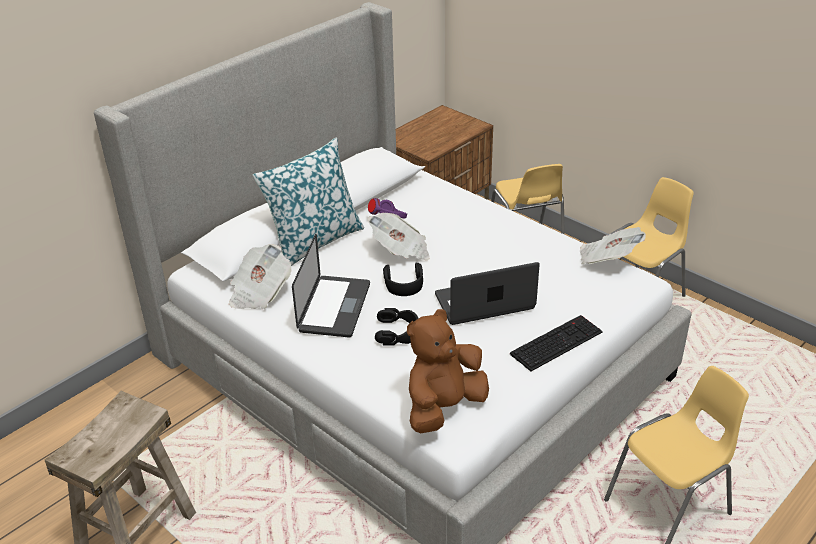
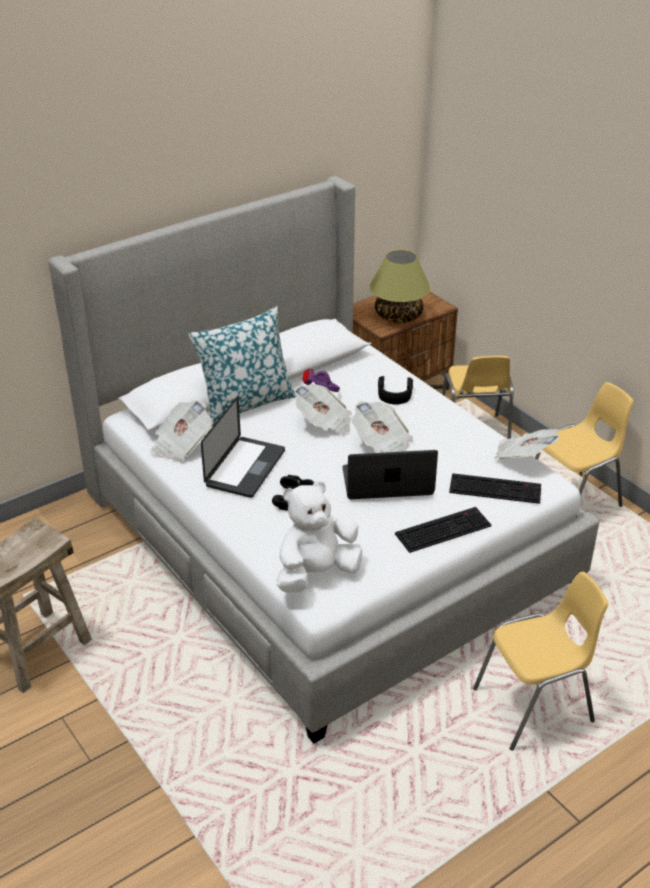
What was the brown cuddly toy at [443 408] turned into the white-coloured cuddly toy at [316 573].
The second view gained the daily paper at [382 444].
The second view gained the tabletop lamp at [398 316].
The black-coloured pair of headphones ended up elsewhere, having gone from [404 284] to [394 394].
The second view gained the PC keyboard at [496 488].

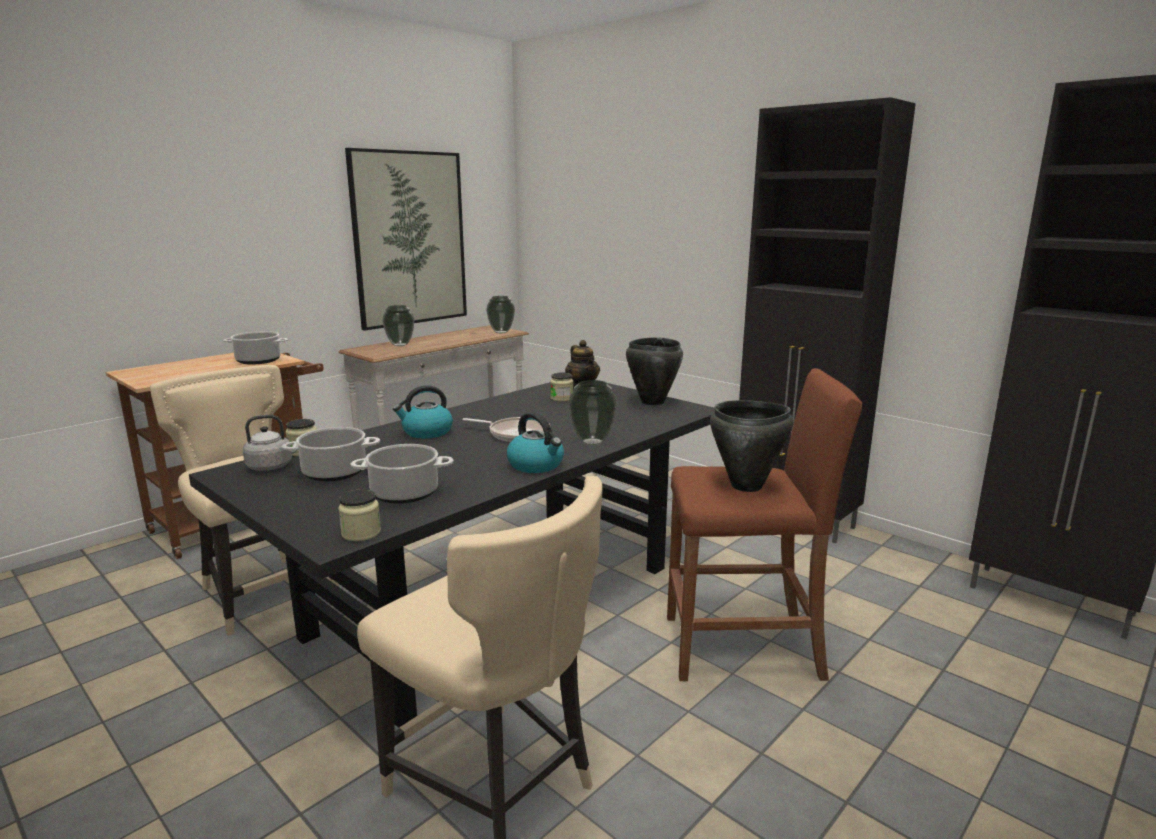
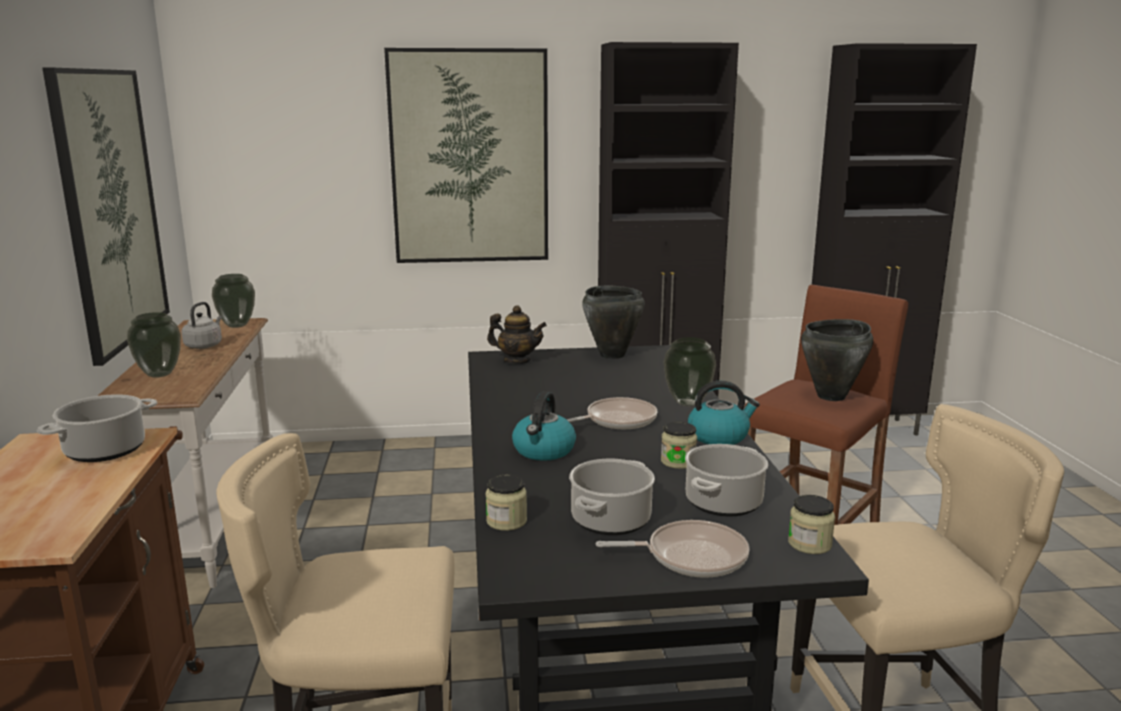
The gray kettle ended up elsewhere, having gone from [272 466] to [204 345].
The second view gained the picture at [469 158].
The second view gained the pan at [690 556].
The storage jar ended up elsewhere, having gone from [561 398] to [678 462].

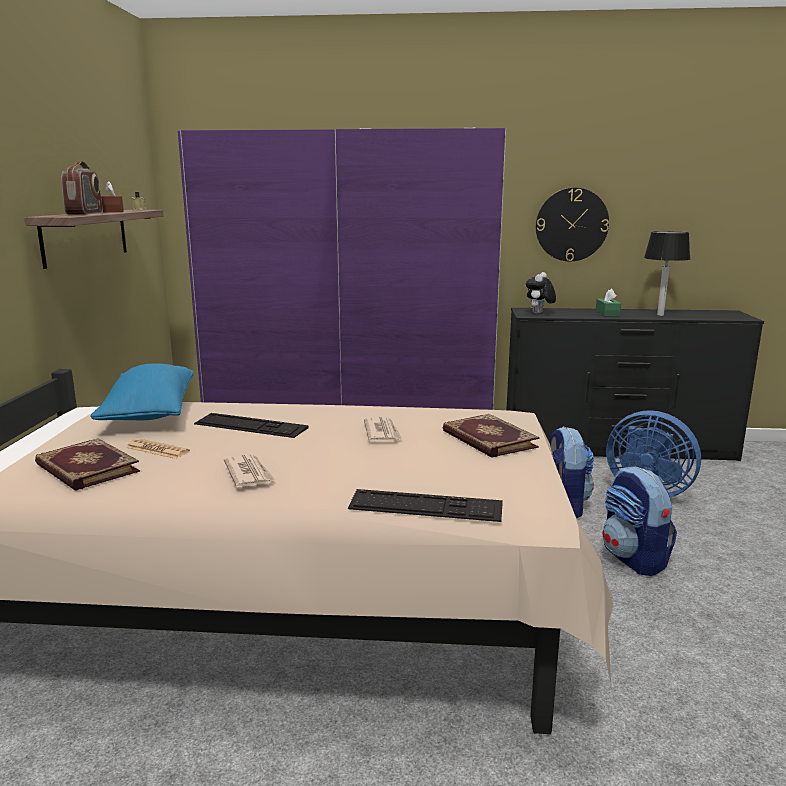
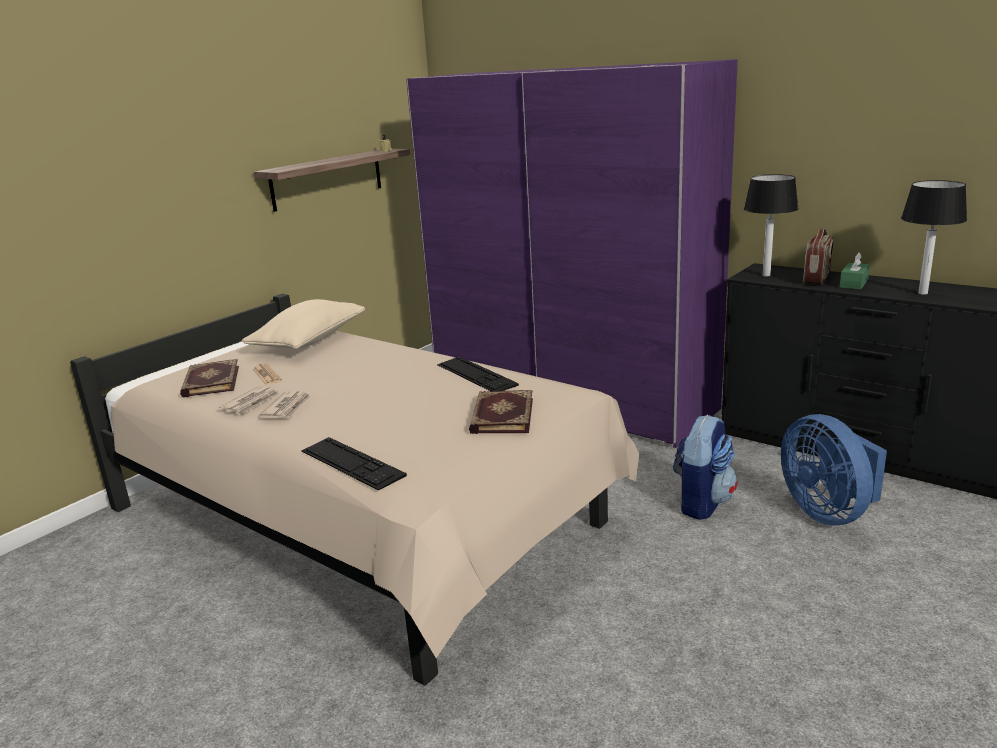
The daily paper ended up elsewhere, having gone from [382 432] to [252 403].
What was the blue cushion at [150 413] turned into the sand-coloured cushion at [309 341].
The PC keyboard ended up elsewhere, having gone from [250 426] to [476 375].
Where the cuddly toy stood at [539 313], the tabletop lamp came to stand at [766 275].
The radio ended up elsewhere, having gone from [85 213] to [817 278].
The second view lost the brown tissue holder at [113 211].
The second view lost the clock on the wall at [571 224].
The second view lost the knapsack at [634 559].

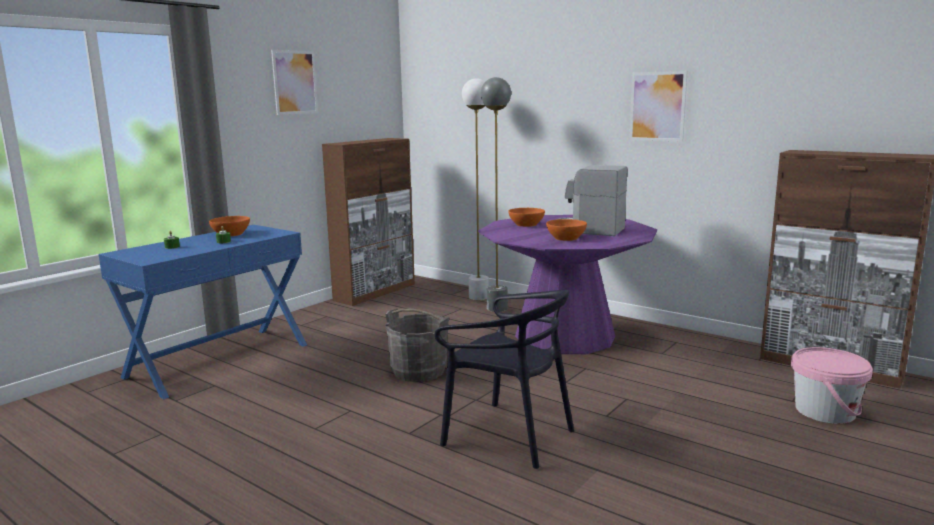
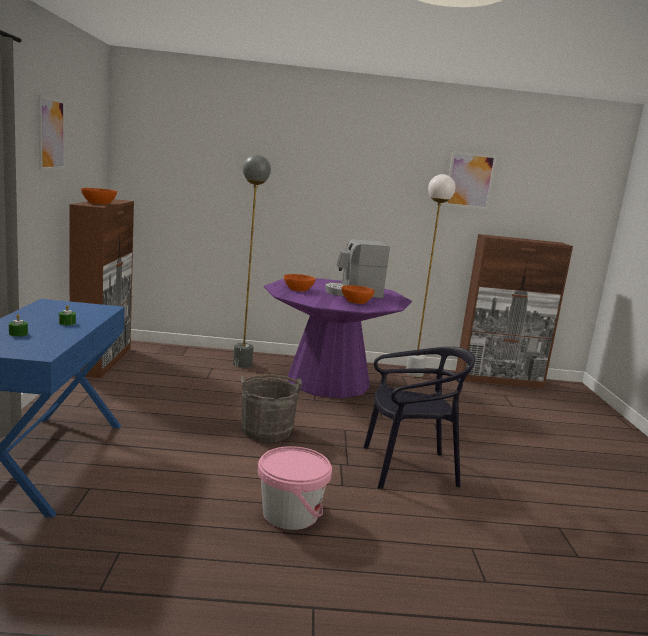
The orange-coloured serving bowl ended up elsewhere, having gone from [231 234] to [99 203].
The pink pail ended up elsewhere, having gone from [825 411] to [290 514].
The white-coloured standing lamp ended up elsewhere, having gone from [478 297] to [414 373].
The picture ended up elsewhere, having gone from [657 106] to [470 180].

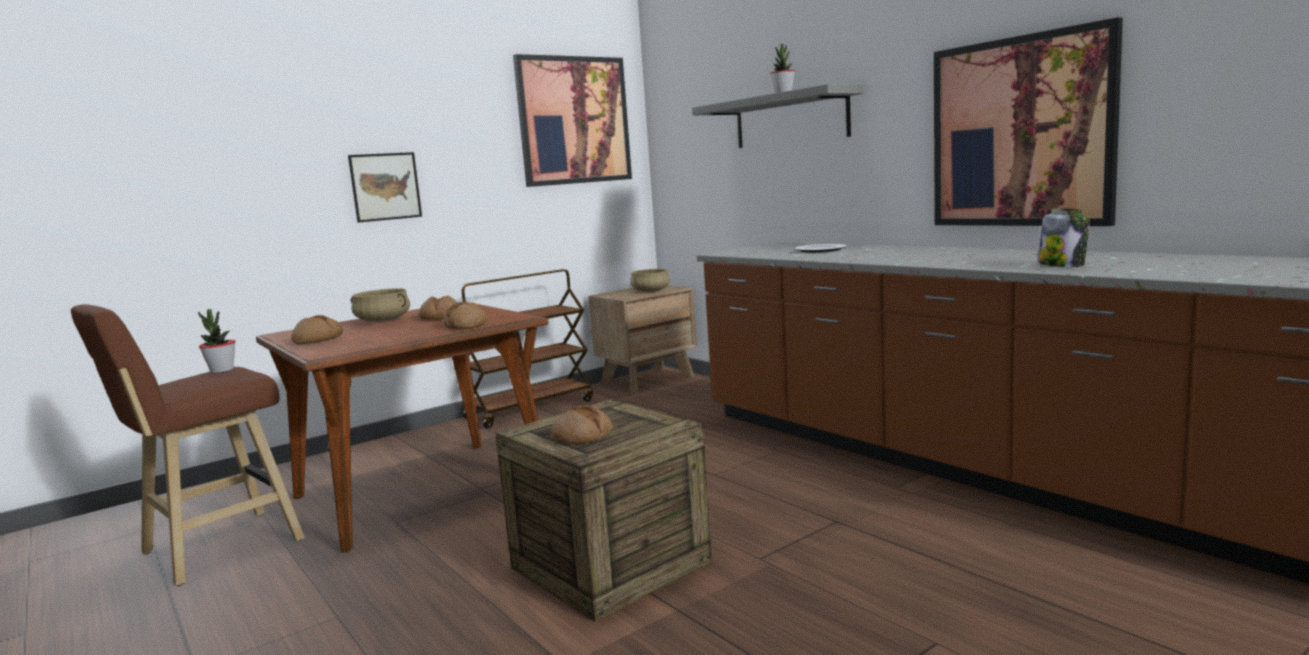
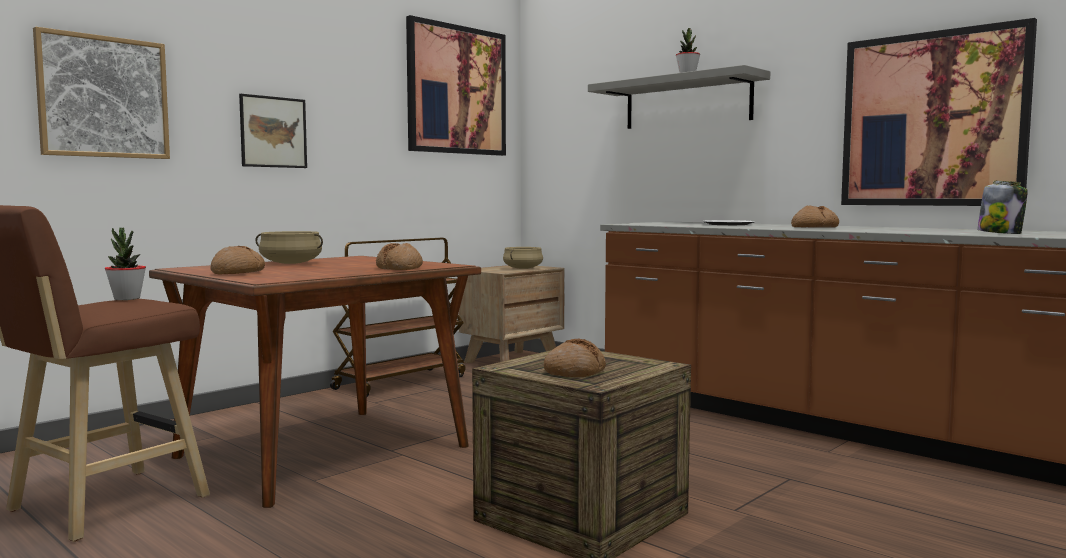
The second view gained the picture at [103 97].
The baked bread ended up elsewhere, having gone from [441 318] to [814 227].

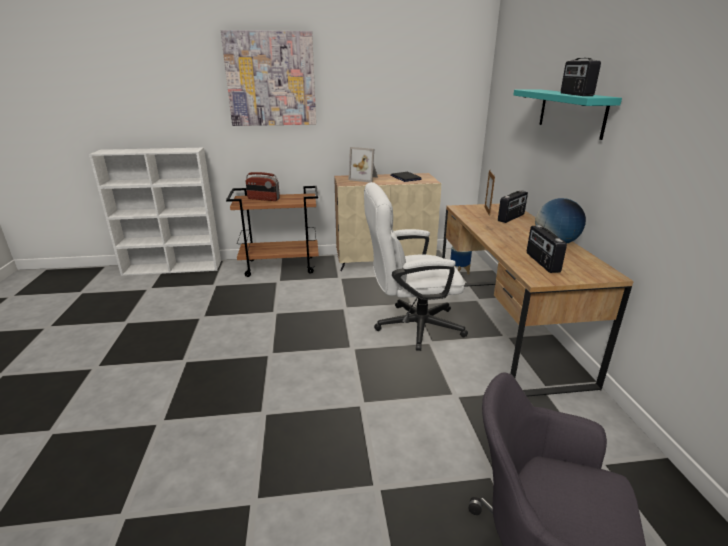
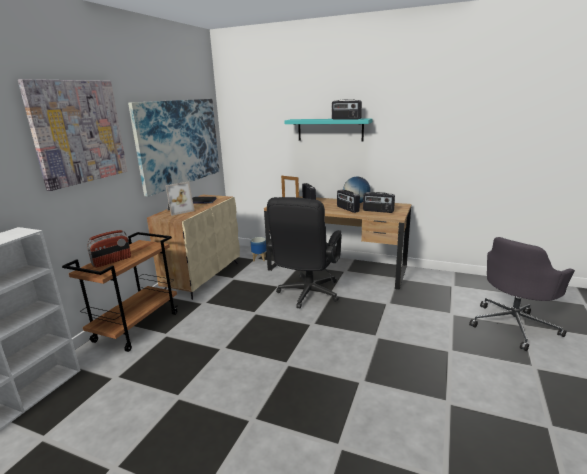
The second view gained the picture at [179 142].
What was the white-coloured computer chair at [410 326] turned into the black-coloured computer chair at [307 295].
The second view gained the radio at [347 209].

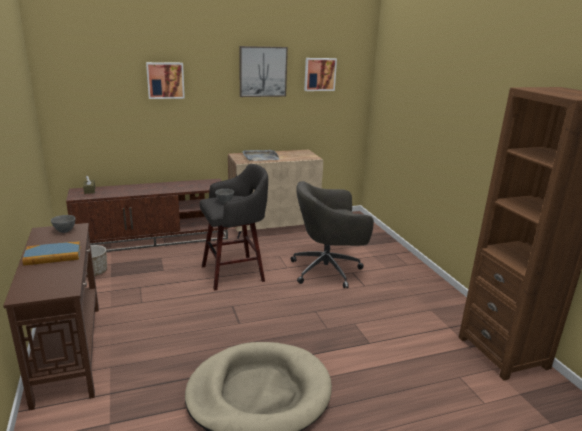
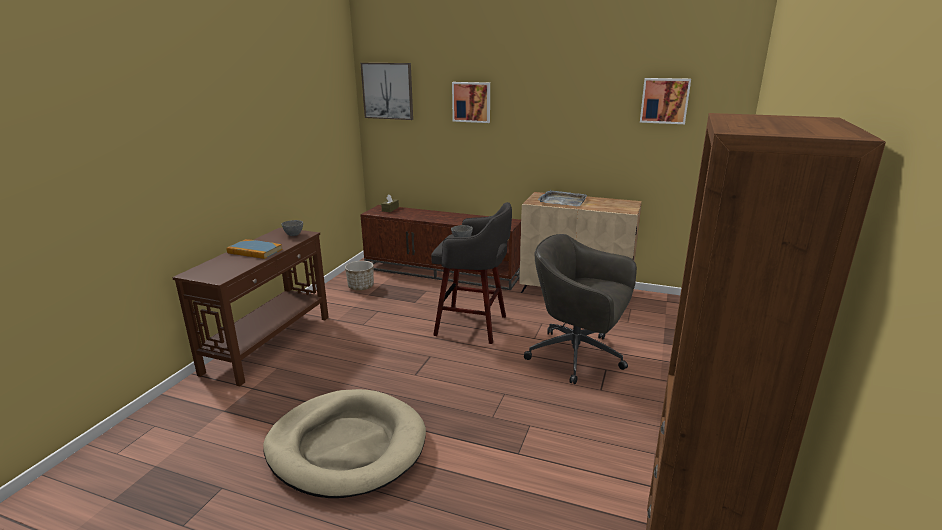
The picture ended up elsewhere, having gone from [263 71] to [388 91].

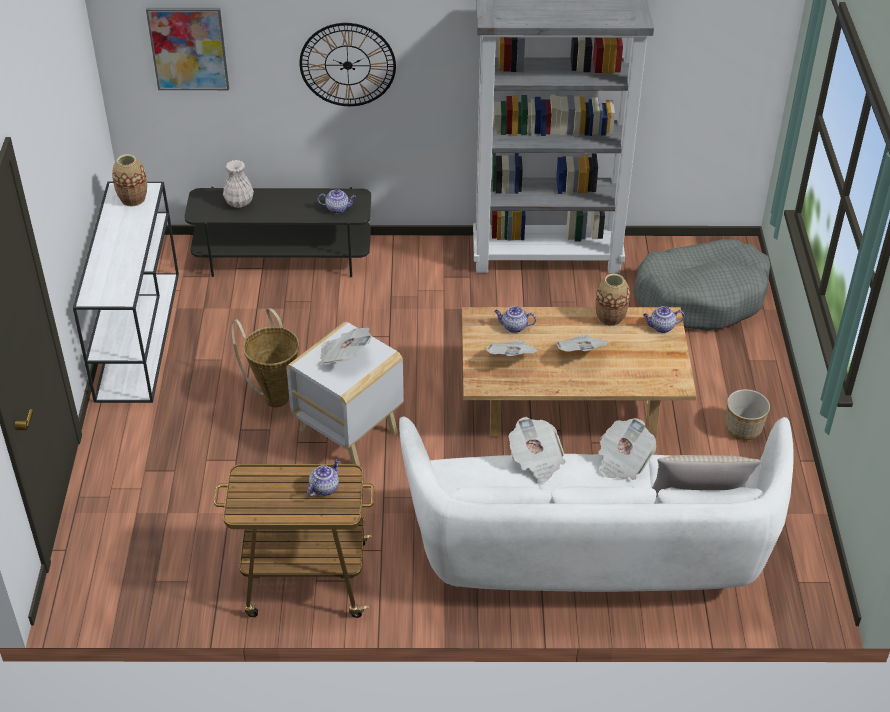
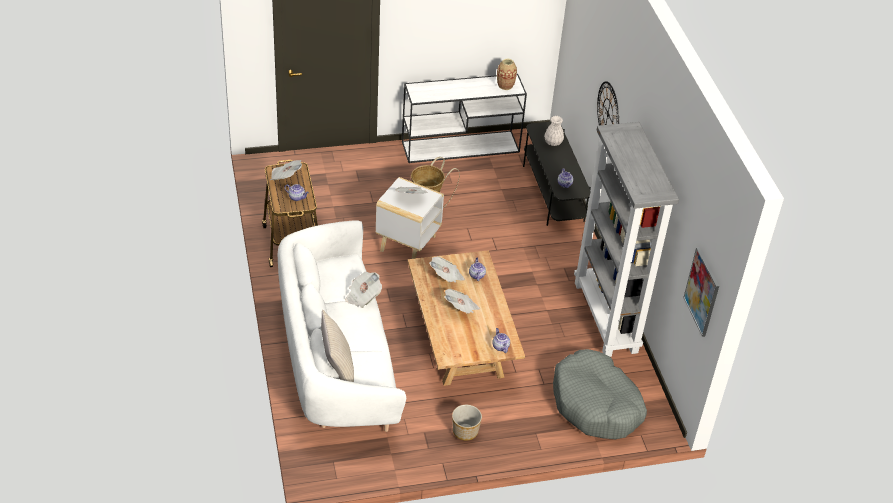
The daily paper ended up elsewhere, having gone from [623 461] to [285 177].
The picture ended up elsewhere, having gone from [188 48] to [702 291].
The second view lost the flower vase at [610 317].

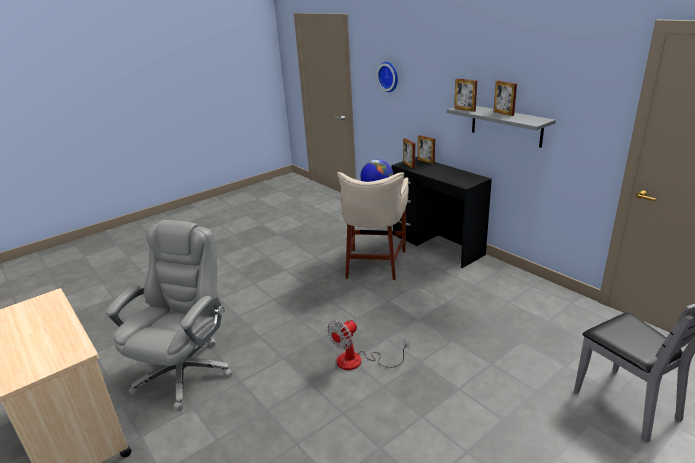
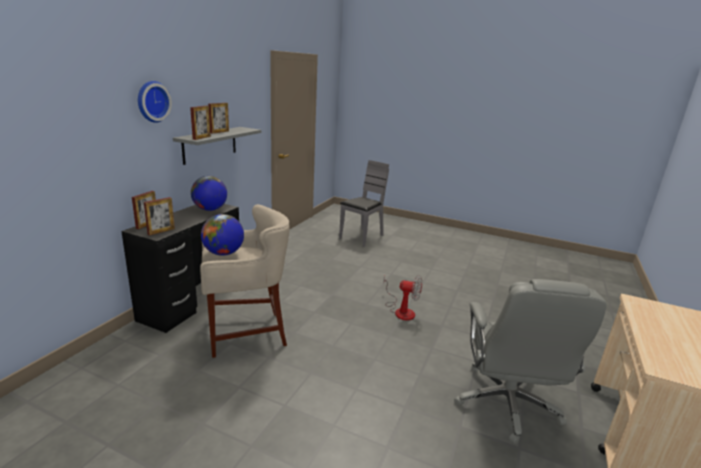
The clock on the wall ended up elsewhere, having gone from [389 76] to [152 101].
The second view gained the globe at [210 209].
The gray computer chair at [185 371] ended up facing another way, 75 degrees counterclockwise from before.

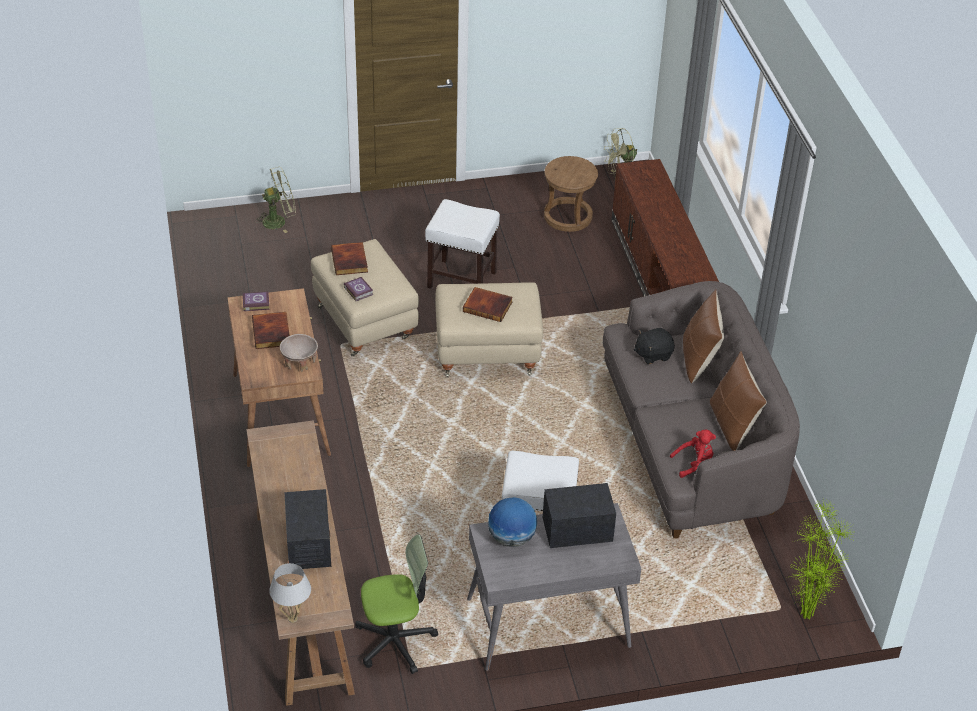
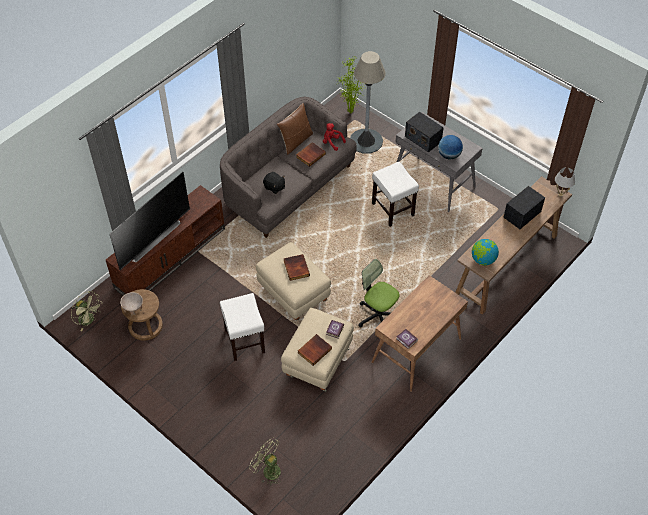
The second view gained the television at [152 238].
The sand-coloured serving bowl ended up elsewhere, having gone from [299 362] to [133 308].
The book ended up elsewhere, having gone from [272 333] to [310 155].
The second view gained the gray standing lamp at [366 141].
The computer chair ended up elsewhere, having gone from [395 641] to [378 315].
The second view gained the globe at [483 260].
The second view lost the brown cushion at [699 359].

